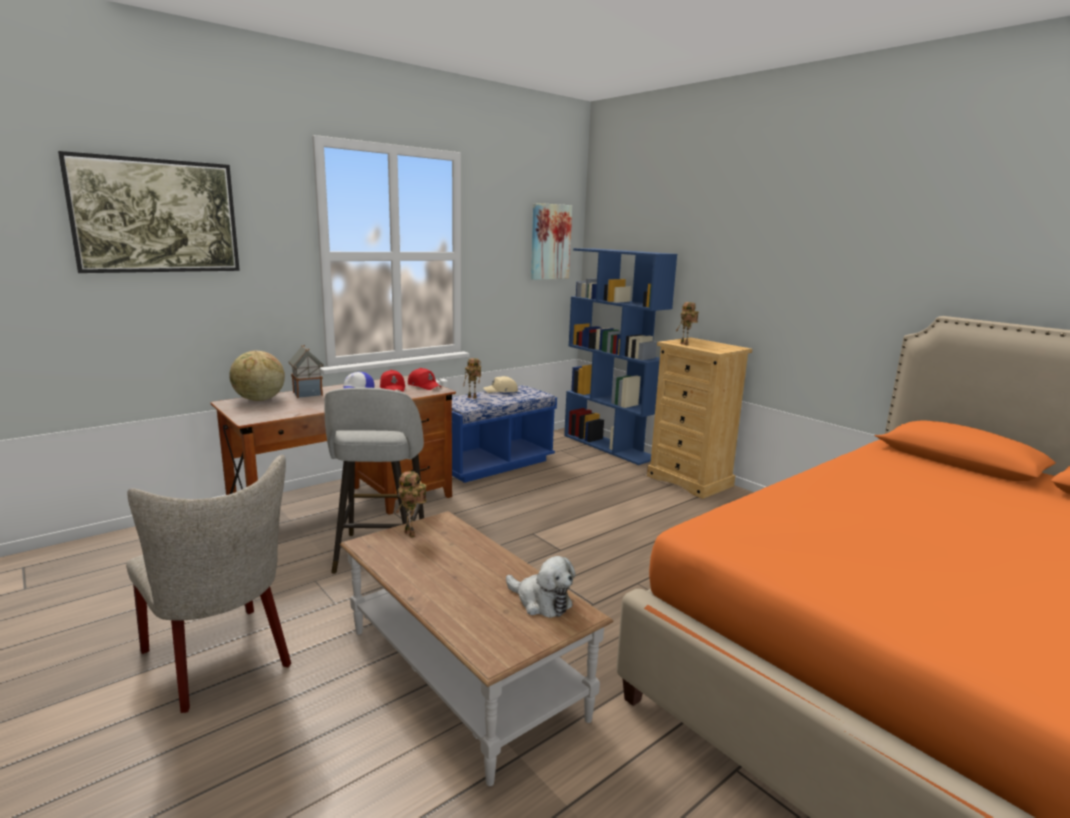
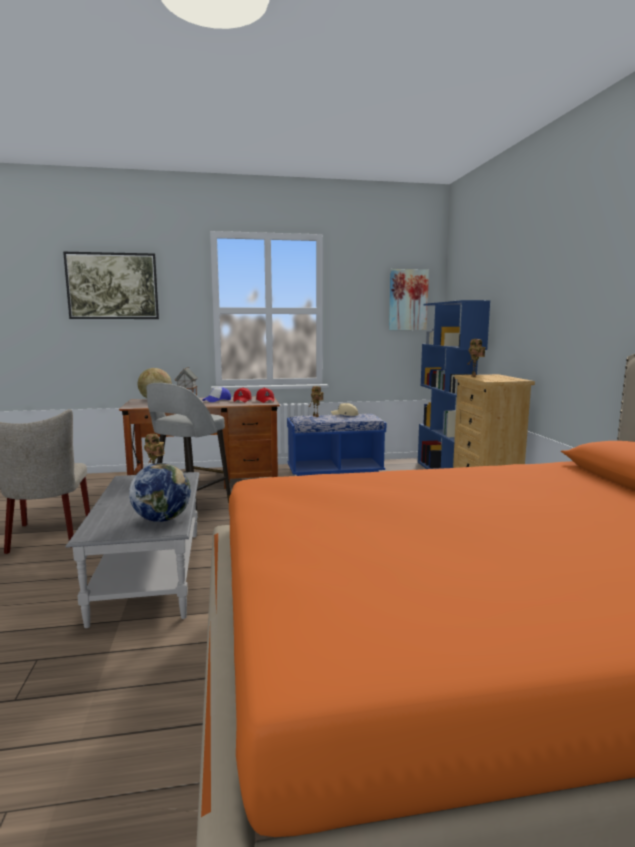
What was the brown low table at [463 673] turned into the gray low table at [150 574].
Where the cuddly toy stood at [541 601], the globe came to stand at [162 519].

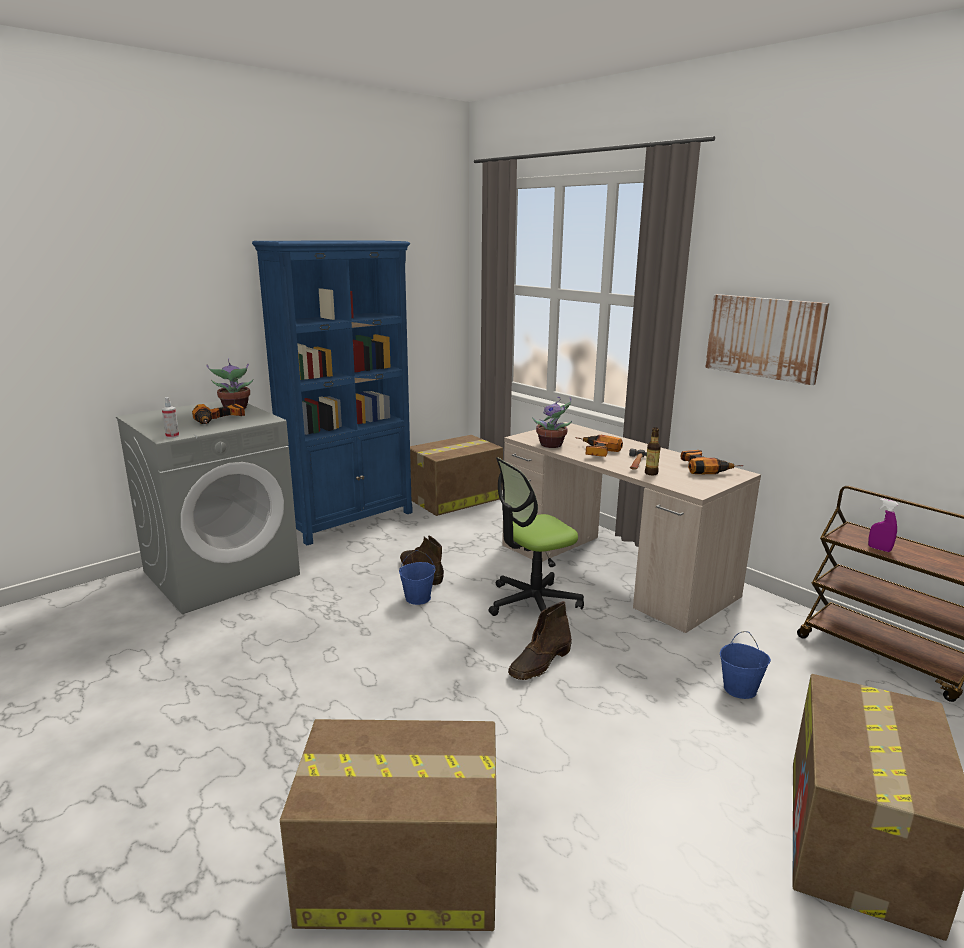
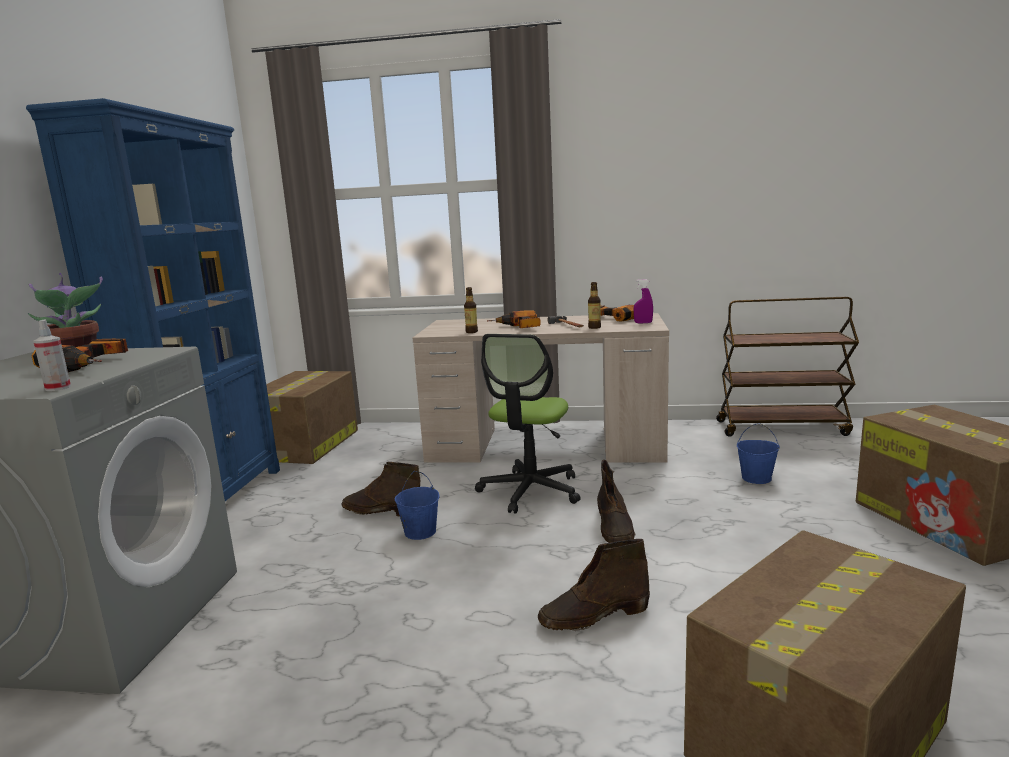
Where the potted plant stood at [552 445], the beverage bottle came to stand at [471 332].
The second view gained the brown tall boot at [593 615].
The purplish sprayer ended up elsewhere, having gone from [879 549] to [643 323].
The second view lost the picture at [764 337].

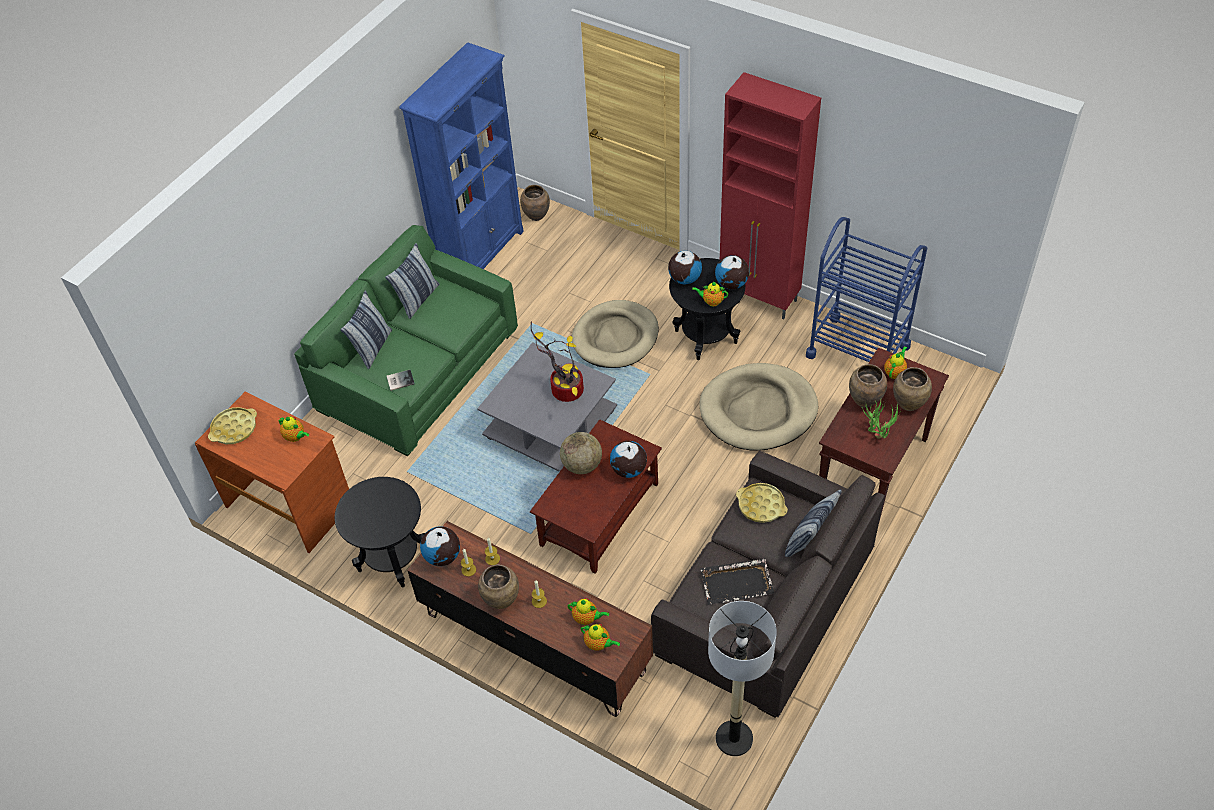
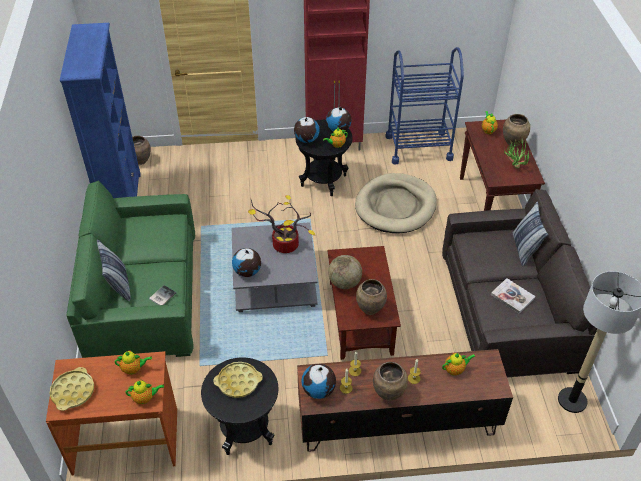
The teapot ended up elsewhere, having gone from [599 644] to [145 398].
The yellowish carrying tray ended up elsewhere, having gone from [761 505] to [238 382].
The globe ended up elsewhere, having gone from [628 470] to [247 272].
The brown flower vase ended up elsewhere, having gone from [864 400] to [370 309].
Where the black-coloured carrying tray stood at [737 583], the book came to stand at [512 296].
The second view lost the cushion at [417 299].
The second view lost the sand-coloured pet bed at [615 337].

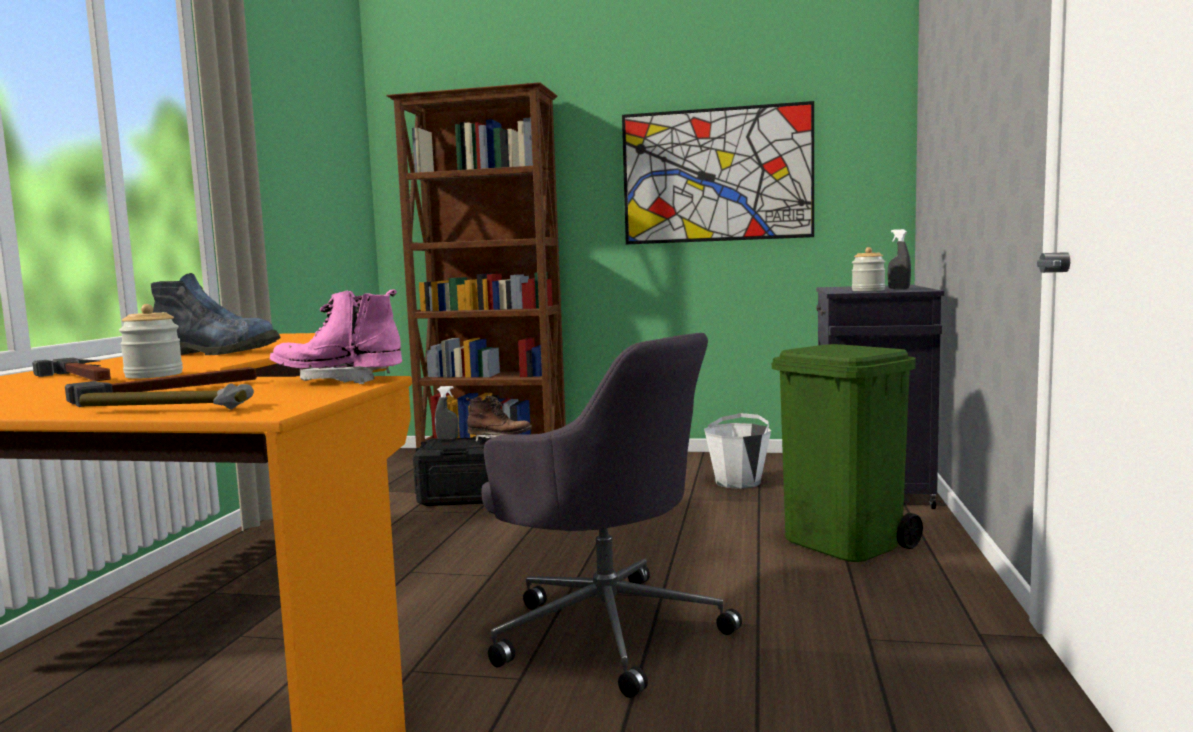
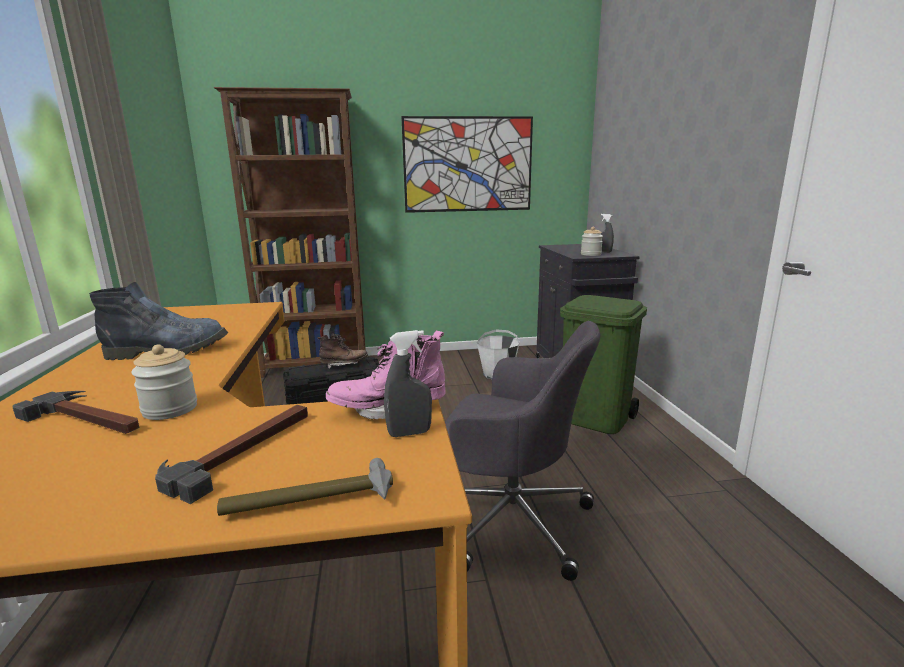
The gray sprayer ended up elsewhere, having gone from [447 438] to [409 433].

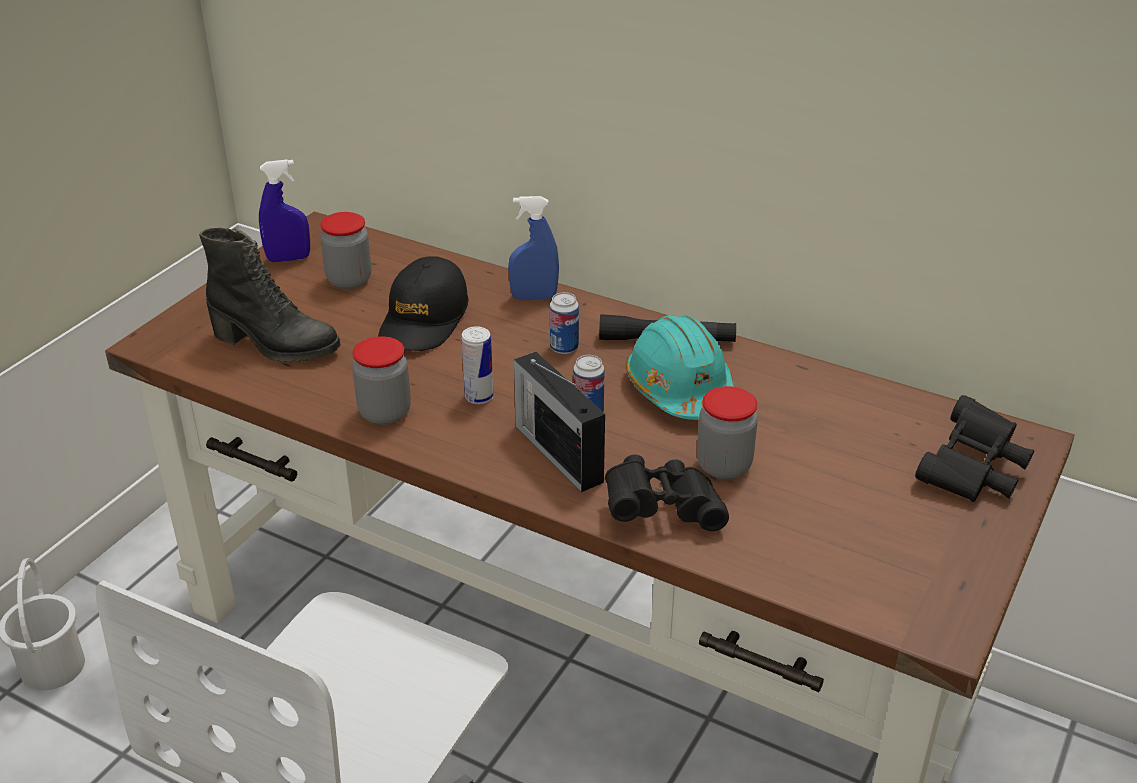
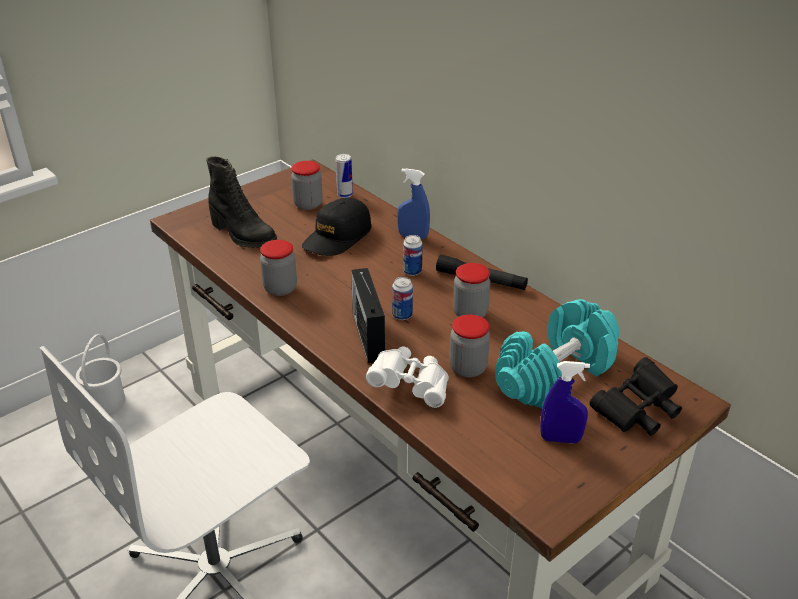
The sealed can ended up elsewhere, having gone from [479 397] to [344 195].
What was the black-coloured pair of binoculars at [662 510] turned into the white-coloured pair of binoculars at [411 386].
Where the turquoise safety helmet stood at [680 389], the storage jar came to stand at [470 313].
The second view gained the turquoise free weight at [555 374].
The blue sprayer ended up elsewhere, having gone from [288 259] to [560 439].

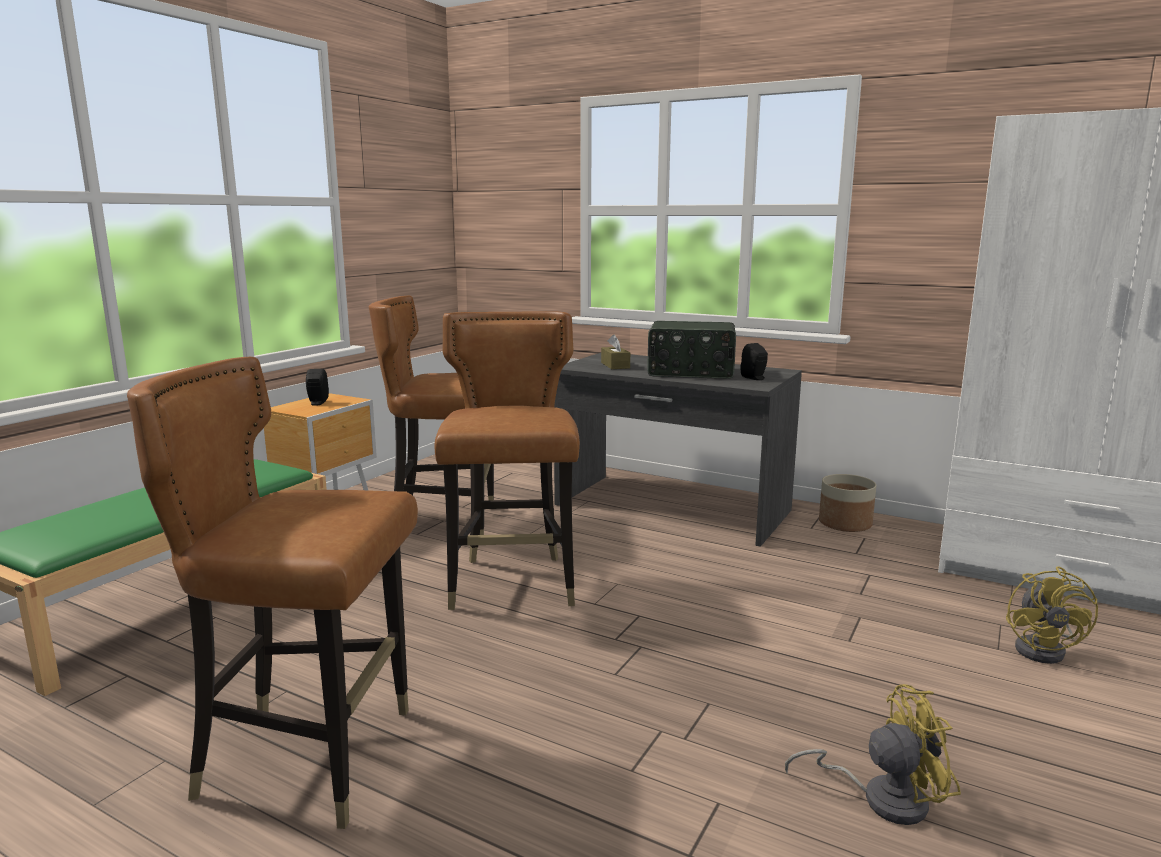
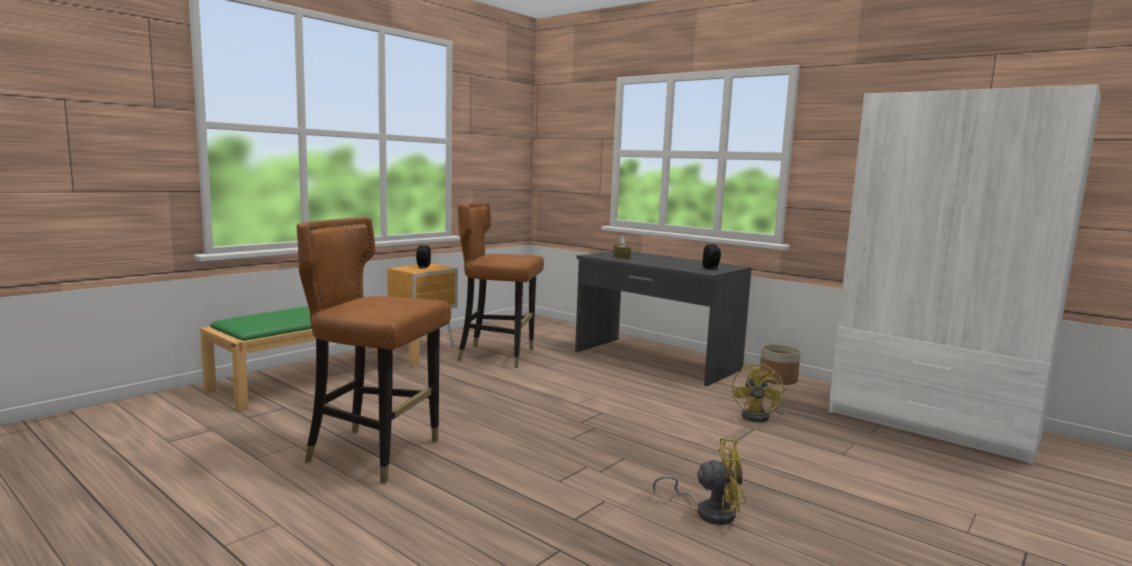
The yellowish fan ended up elsewhere, having gone from [1045 649] to [760 417].
The second view lost the brown upright chair at [513 584].
The second view lost the radio at [691 372].

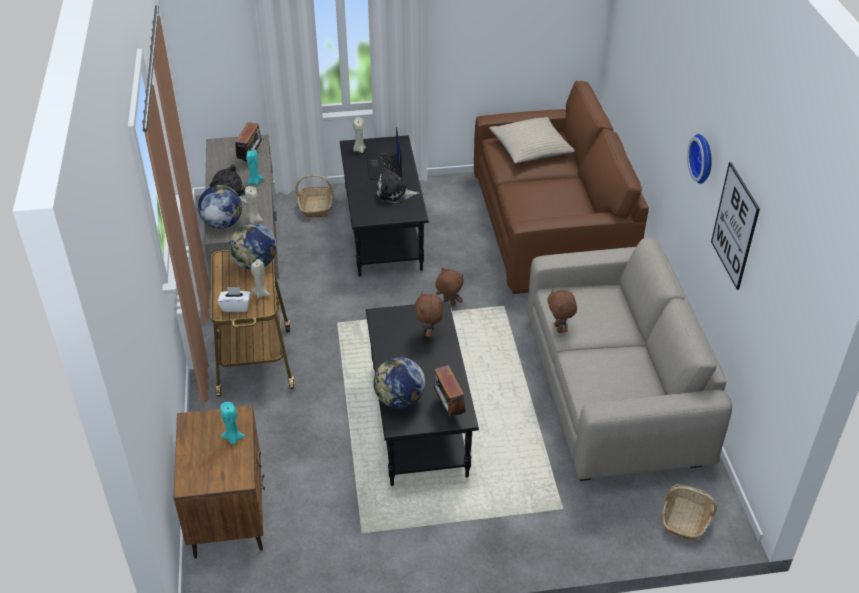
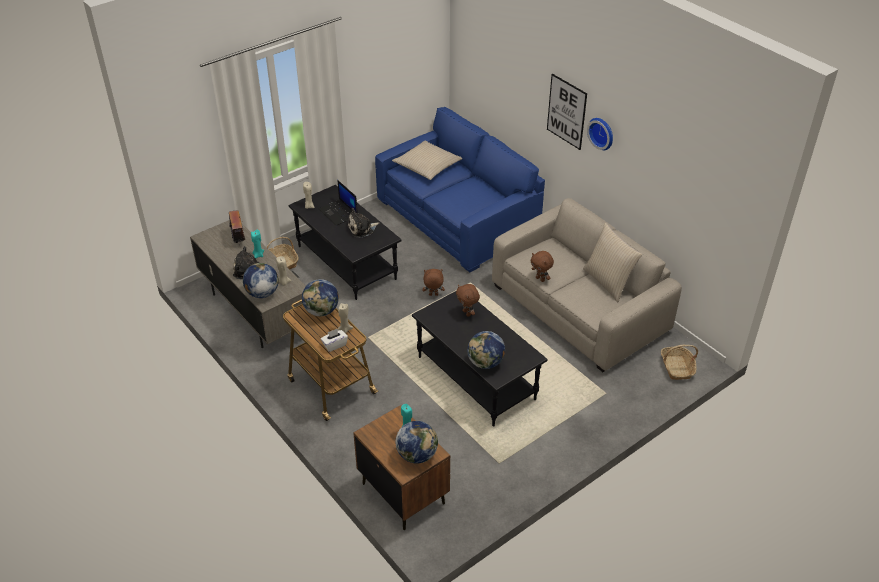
What was the brown sofa at [550 225] turned into the blue sofa at [457 217].
The second view gained the globe at [417 455].
The picture ended up elsewhere, having gone from [735 226] to [566 111].
The second view gained the sand-coloured cushion at [608 282].
The second view lost the radio at [448 409].

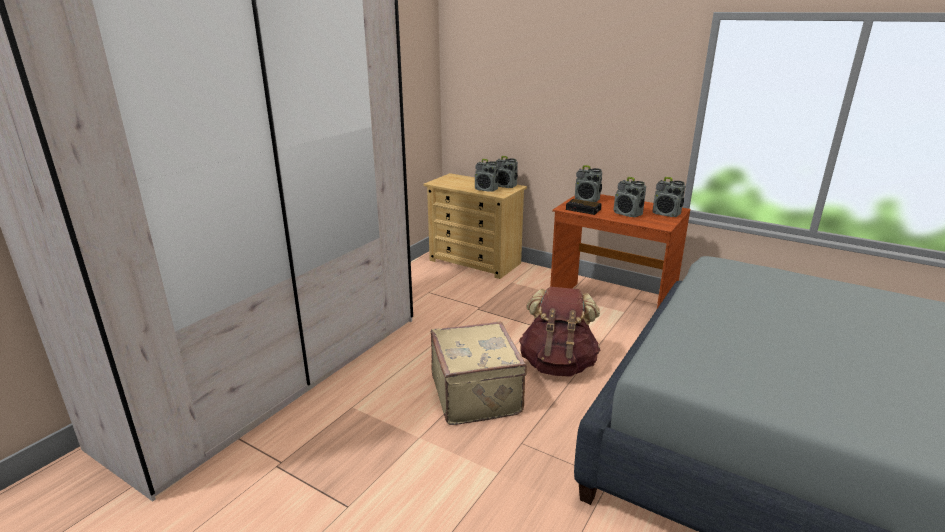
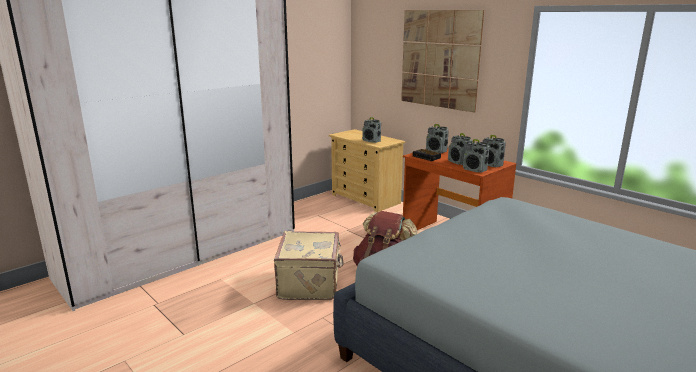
The second view gained the picture at [439 59].
The radio ended up elsewhere, having gone from [505 186] to [475 170].

